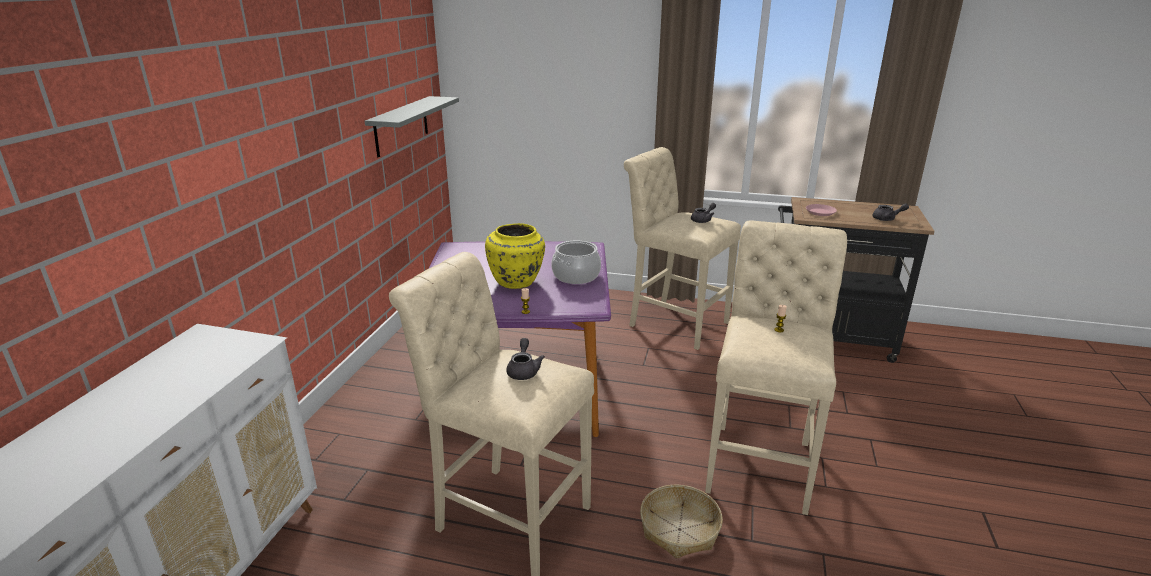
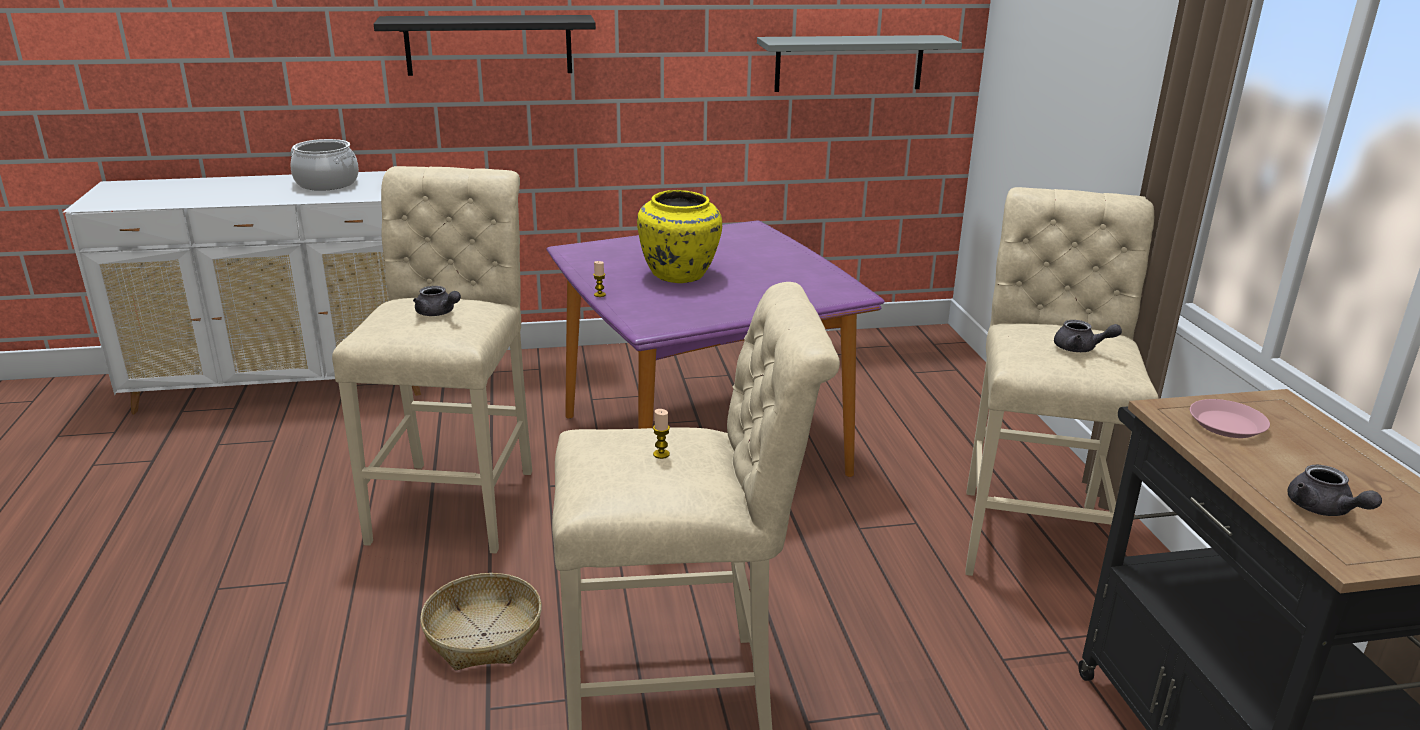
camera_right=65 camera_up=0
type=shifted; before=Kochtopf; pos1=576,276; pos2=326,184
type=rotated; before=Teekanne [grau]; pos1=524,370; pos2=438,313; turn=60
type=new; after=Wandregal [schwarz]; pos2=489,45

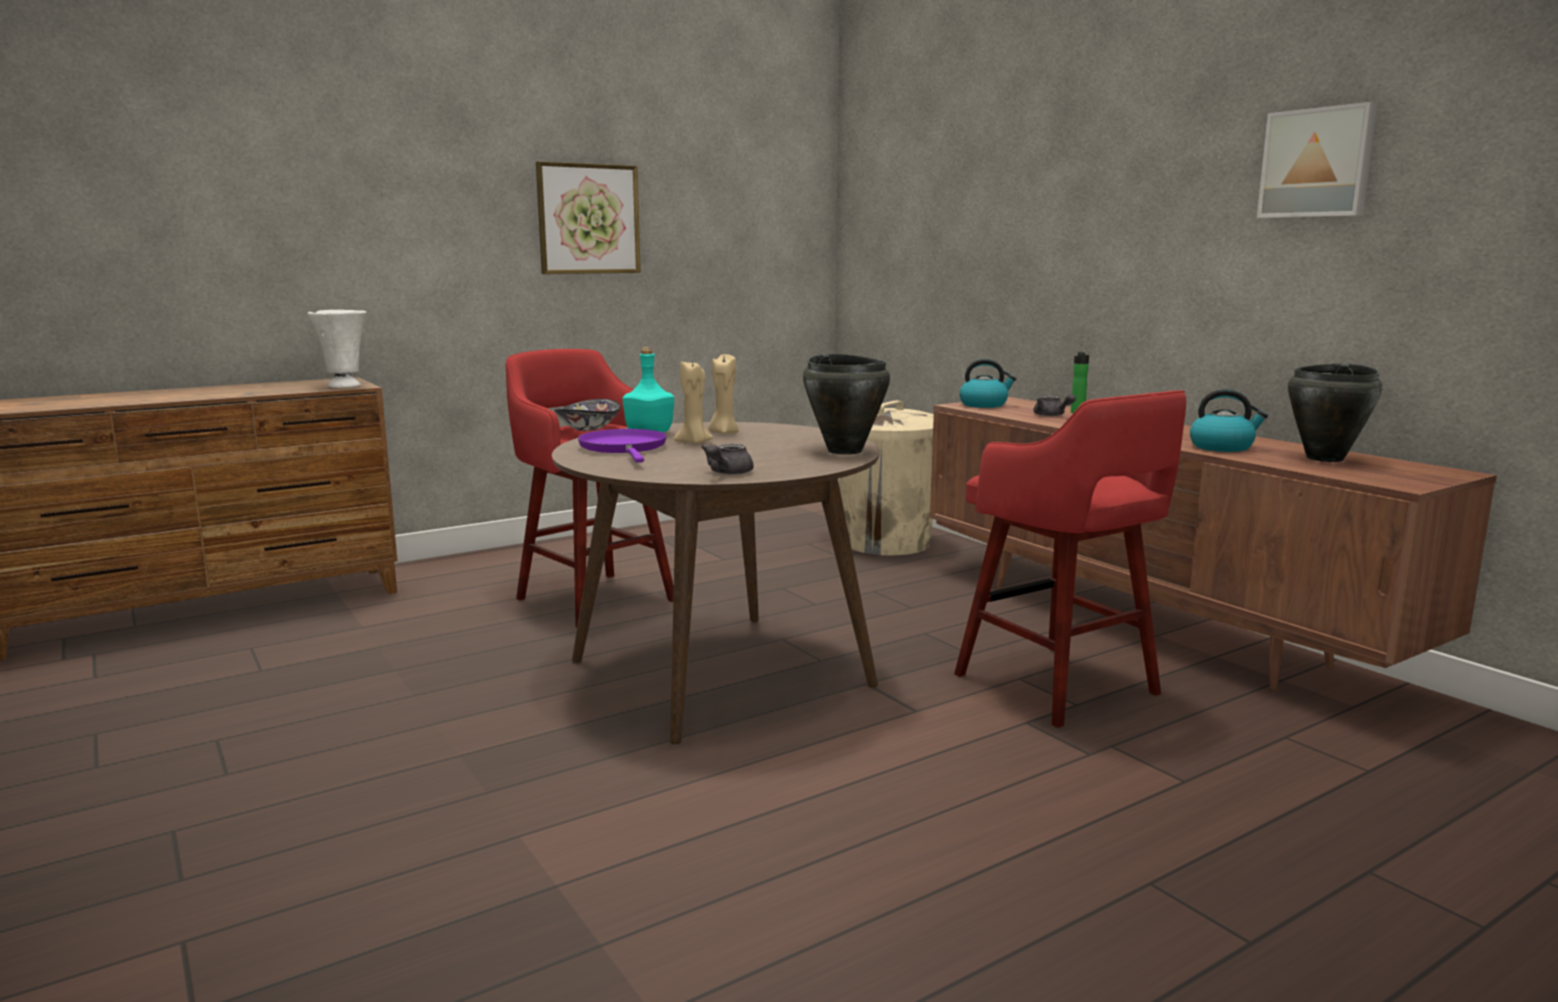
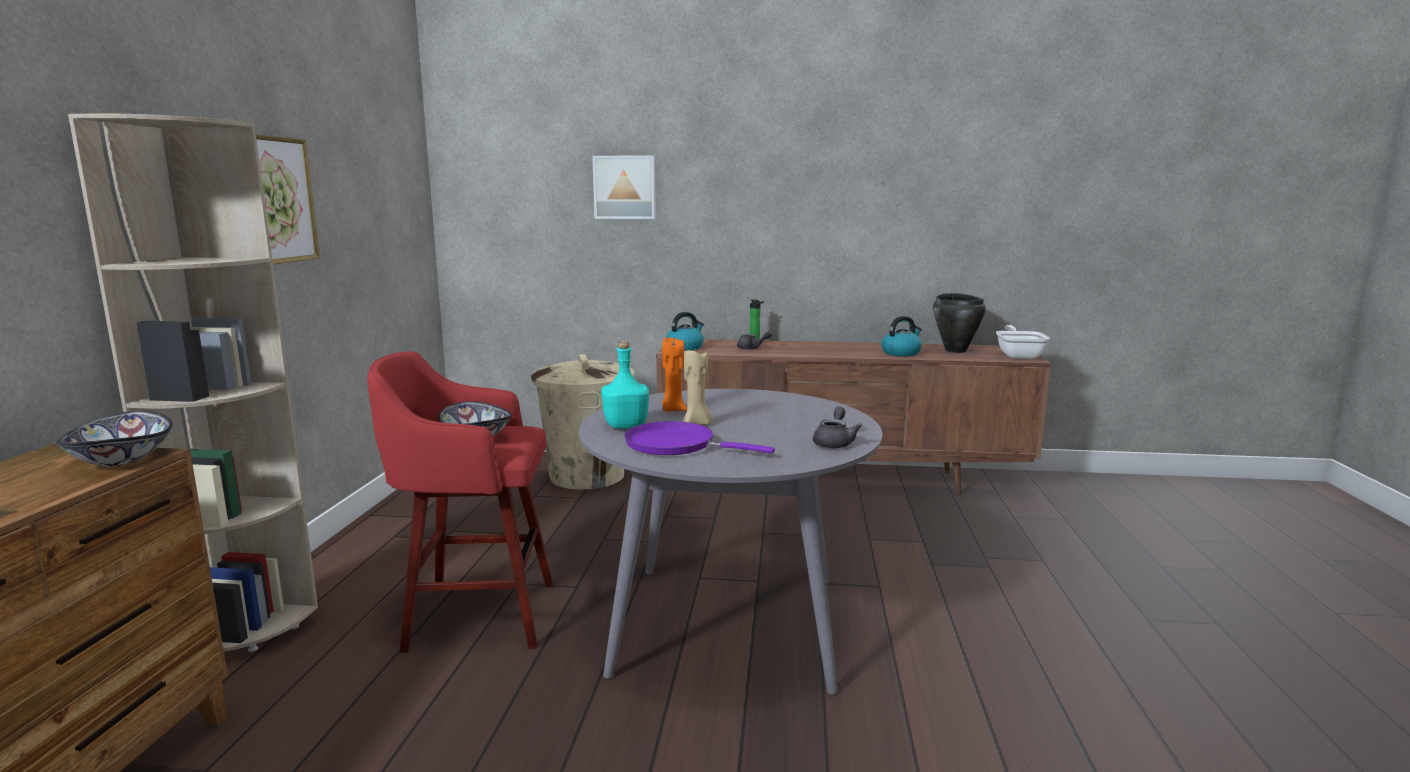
camera_right=-50 camera_up=0
type=shifted; before=Bild; pos1=1317,163; pos2=625,187
type=swapped; before=Vase [weiß]; after=Schüssel; pos1=344,386; pos2=120,460
type=repainted; before=Kerze [beige]; after=Kerze [orange]; pos1=723,432; pos2=673,410
type=gone; before=Kochtopf [schwarz]; pos1=845,451
type=gone; before=Hocker [rot]; pos1=1060,687
type=repainted; before=Esstisch [braun]; after=Esstisch [grau]; pos1=720,673; pos2=728,624
type=rotated; before=Teekanne [grau]; pos1=727,473; pos2=834,442; turn=-135
type=new; after=Bücherregal [beige]; pos2=247,638
type=new; after=Pfanne; pos2=1018,355

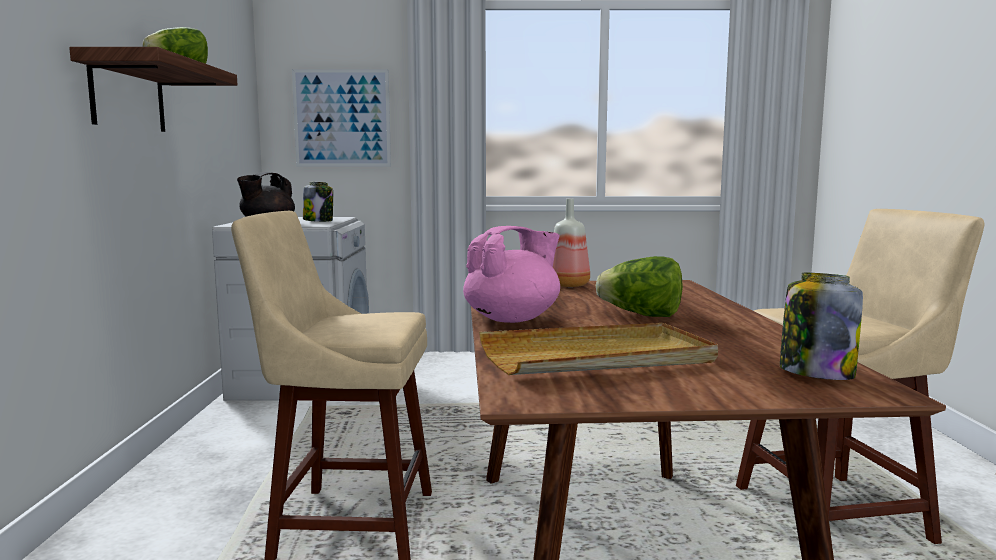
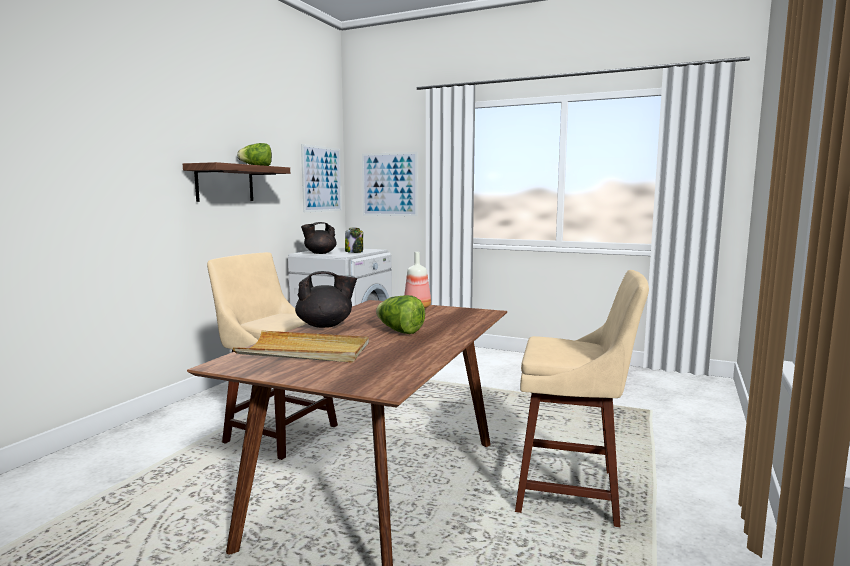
camera_right=25 camera_up=0
type=repainted; before=Teekanne [rosa]; after=Teekanne [schwarz]; pos1=513,319; pos2=326,325
type=gone; before=Vorratsglas; pos1=815,373
type=new; after=Bild; pos2=321,179

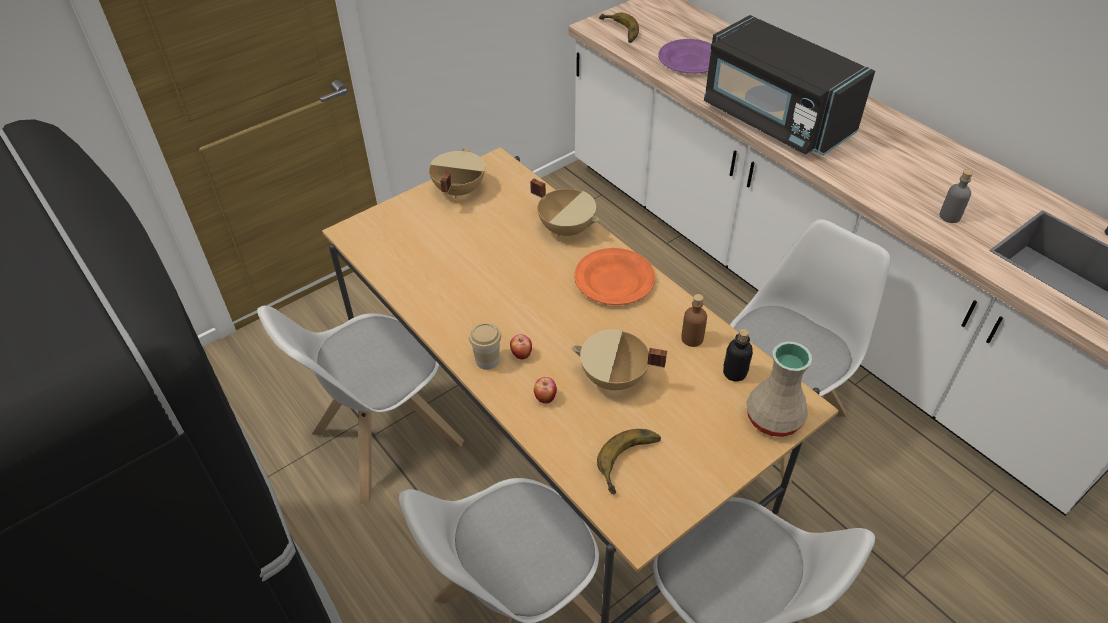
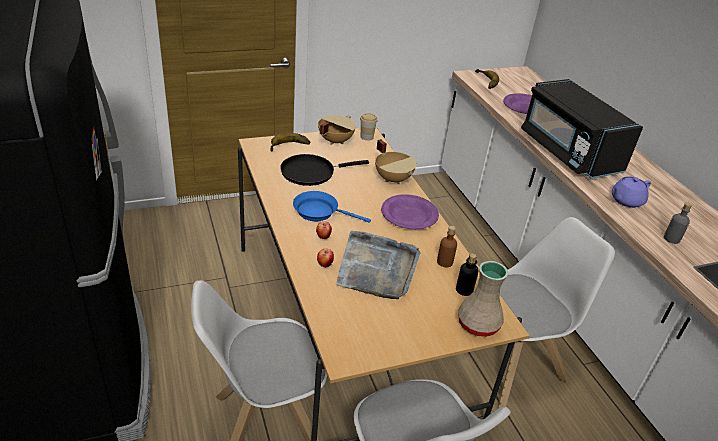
camera_right=15 camera_up=-10
type=repainted; before=Teller [orange]; after=Teller [lila]; pos1=614,280; pos2=409,215
type=gone; before=Stuhl; pos1=382,440
type=shifted; before=Tasse; pos1=487,360; pos2=367,137
type=swapped; before=Kochtopf [beige]; after=Tablett [grau]; pos1=614,379; pos2=377,268
type=shifted; before=Banane; pos1=632,463; pos2=290,147
type=new; after=Pfanne [schwarz]; pos2=311,172
type=new; after=Teekanne [lila]; pos2=626,201
type=new; after=Pfanne [blau]; pos2=319,212

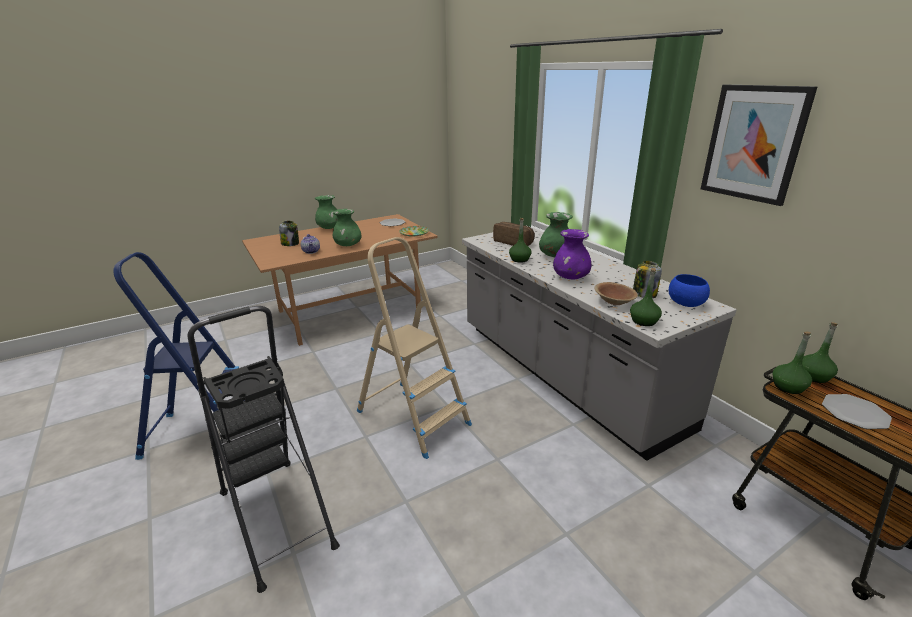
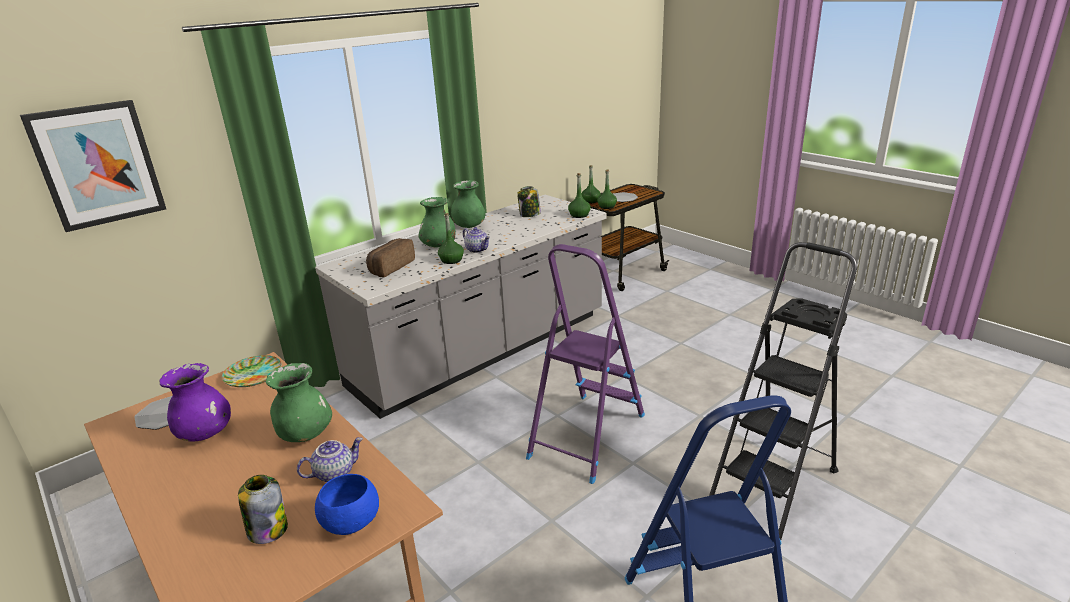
camera_right=-100 camera_up=0
type=shifted; before=Bild; pos1=753,143; pos2=98,165
type=shifted; before=Vase [grün]; pos1=329,228; pos2=469,226
type=shifted; before=Vase [lila]; pos1=570,277; pos2=206,433
type=repainted; before=Trittleiter [beige]; after=Trittleiter [lila]; pos1=413,418; pos2=588,434
type=shifted; before=Schüssel [blau]; pos1=686,304; pos2=352,521
type=gone; before=Schüssel [braun]; pos1=614,302
type=new; after=Teekanne; pos2=478,249

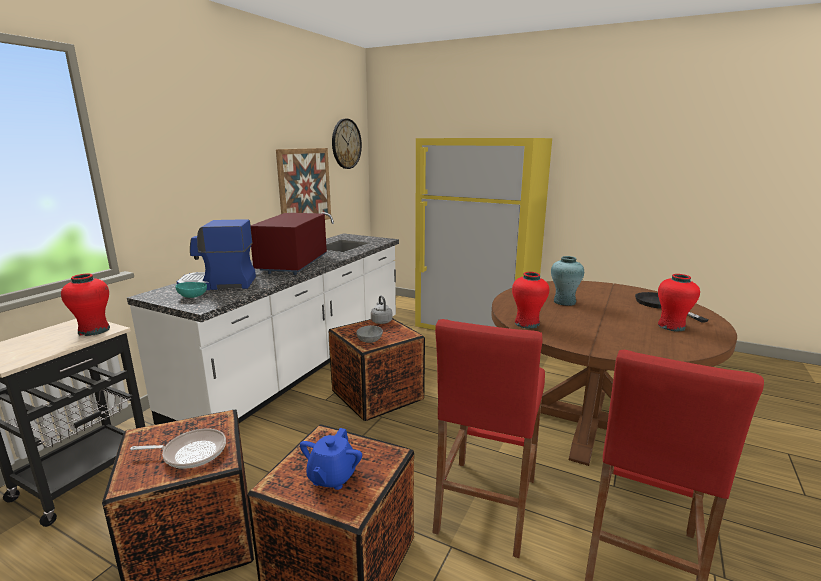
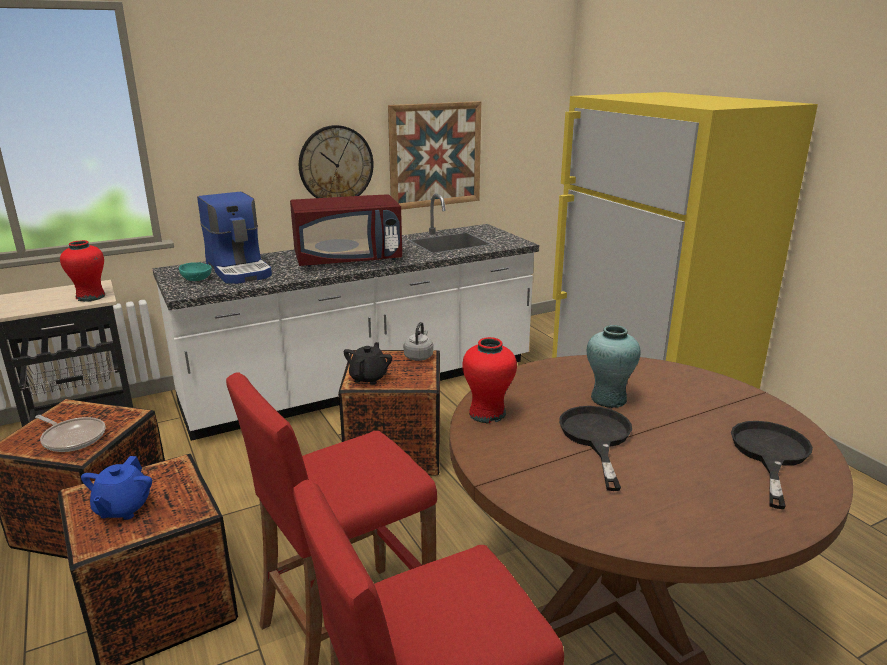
camera_right=35 camera_up=5
type=shifted; before=Wanduhr; pos1=346,144; pos2=336,165
type=rotated; before=Mikrowelle [rot]; pos1=293,264; pos2=348,259; turn=-150
type=rotated; before=Kaffeemaschine; pos1=218,284; pos2=240,270; turn=-150
type=gone; before=Vase [rot]; pos1=671,326
type=swapped; before=Schüssel [grau]; after=Teekanne [schwarz]; pos1=370,341; pos2=369,378
type=rotated; before=Teekanne [blau]; pos1=332,477; pos2=122,508; turn=-45
type=new; after=Pfanne [schwarz]; pos2=596,438

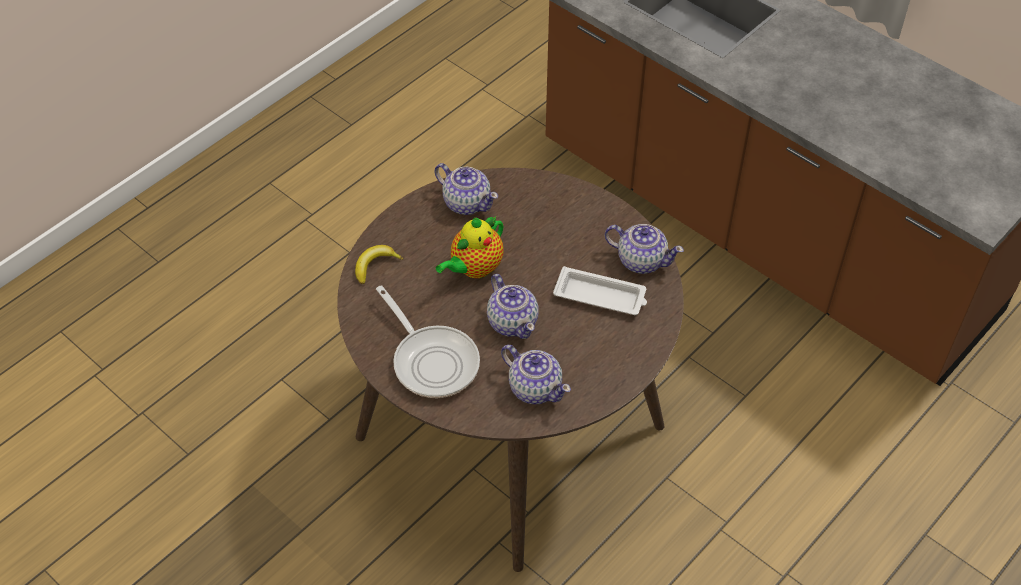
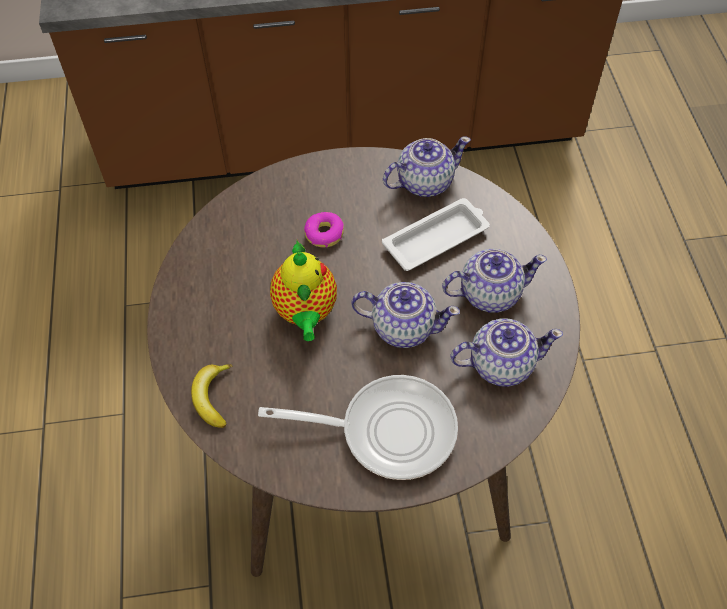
camera_right=-50 camera_up=5
type=shifted; before=Teekanne; pos1=466,202; pos2=489,293
type=new; after=Donut; pos2=324,234

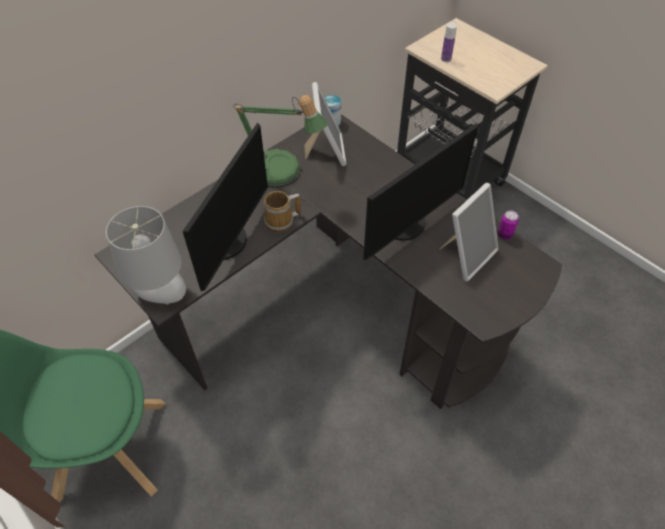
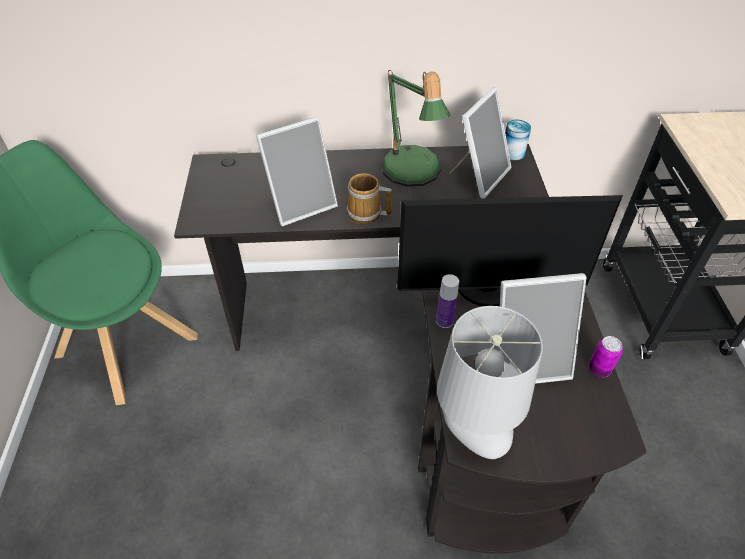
camera_right=40 camera_up=-5
type=shifted; before=Flasche; pos1=446,59; pos2=444,321
type=swapped; before=Monitor; after=Bilderrahmen; pos1=228,242; pos2=301,204
type=shifted; before=Tischlampe [grau]; pos1=162,295; pos2=473,432

